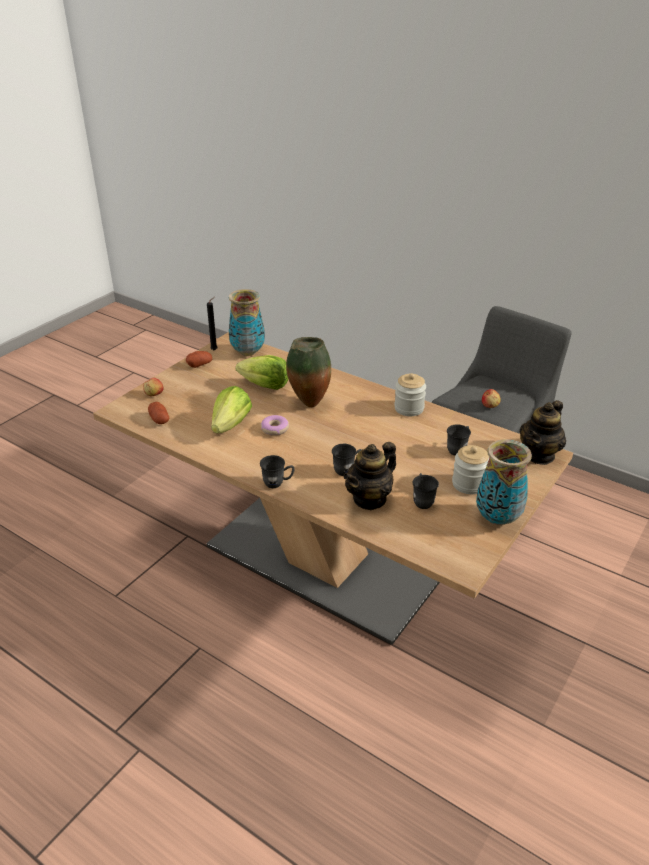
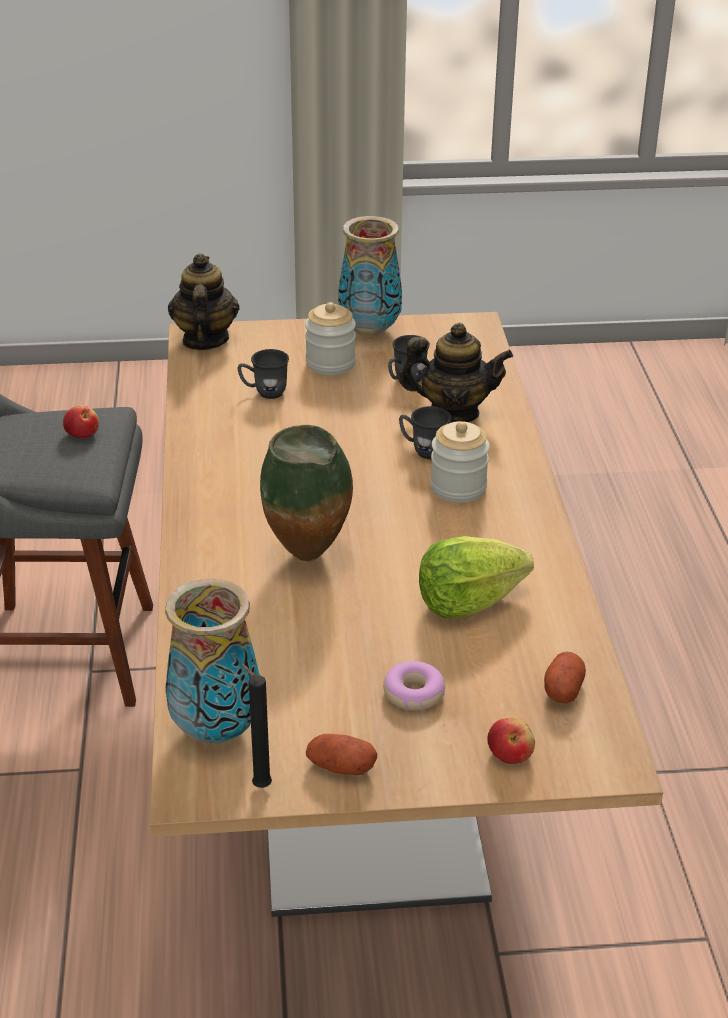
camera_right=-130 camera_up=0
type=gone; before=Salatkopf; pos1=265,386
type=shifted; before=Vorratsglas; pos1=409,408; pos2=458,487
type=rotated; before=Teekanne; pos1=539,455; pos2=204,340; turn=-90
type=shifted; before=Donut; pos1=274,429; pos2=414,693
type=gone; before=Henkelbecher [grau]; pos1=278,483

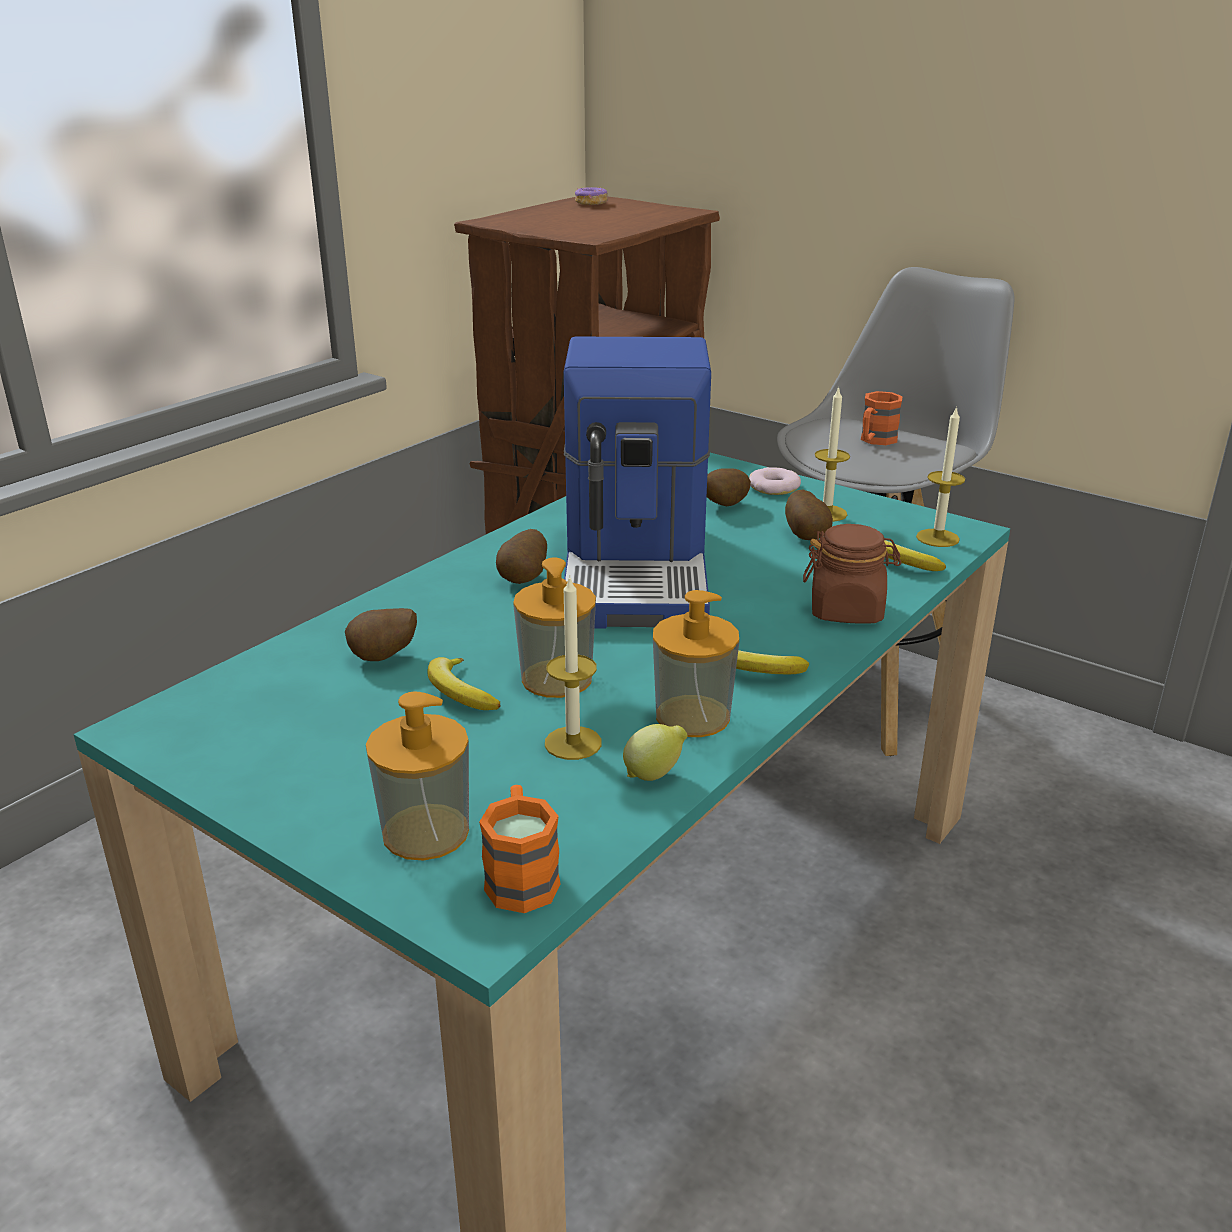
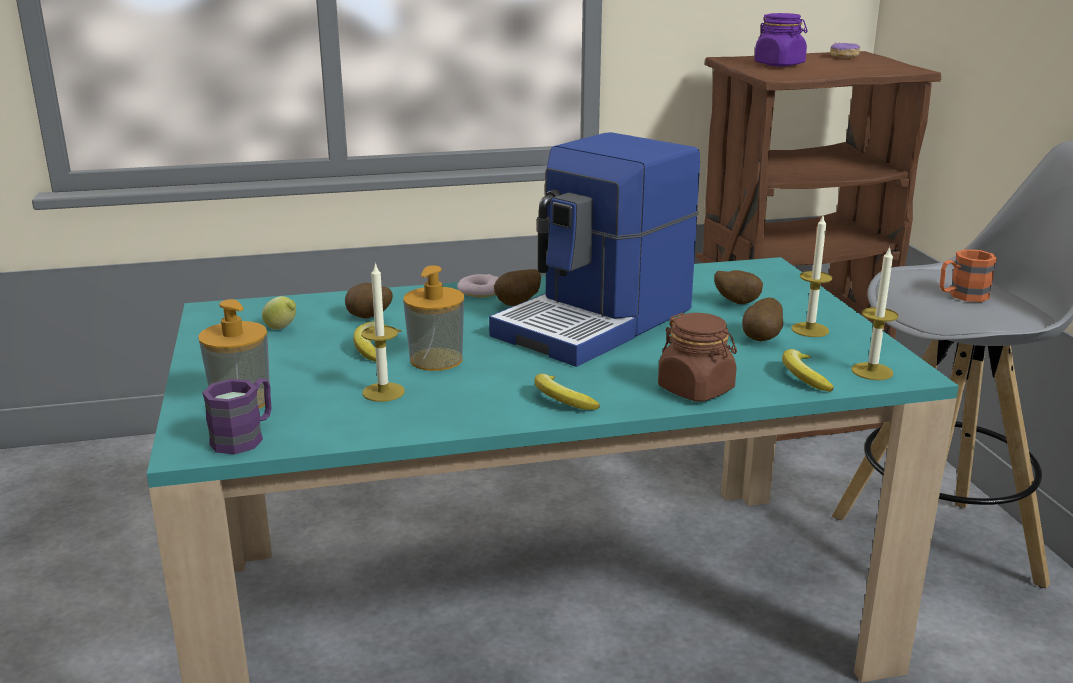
camera_right=40 camera_up=-5
type=shifted; before=Donut; pos1=774,487; pos2=480,291
type=gone; before=Seifenspender; pos1=692,716
type=shifted; before=Zitrone; pos1=654,774; pos2=282,328
type=repainted; before=Henkelbecher [orange]; after=Henkelbecher [lila]; pos1=521,875; pos2=245,437
type=new; after=Vorratsglas [lila]; pos2=779,64

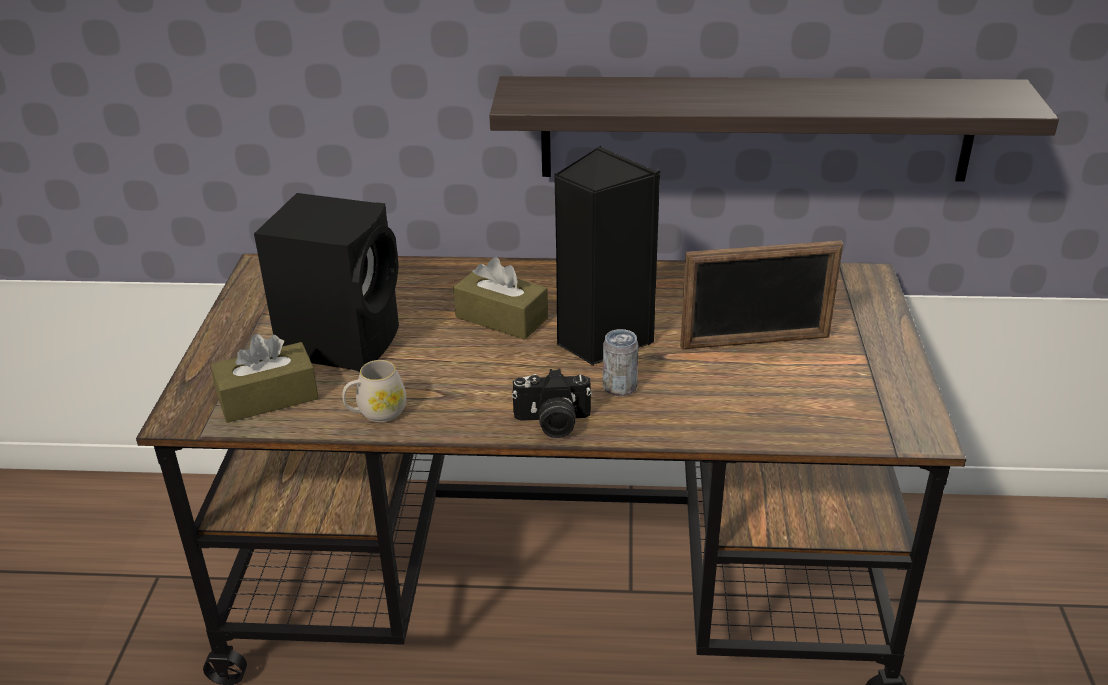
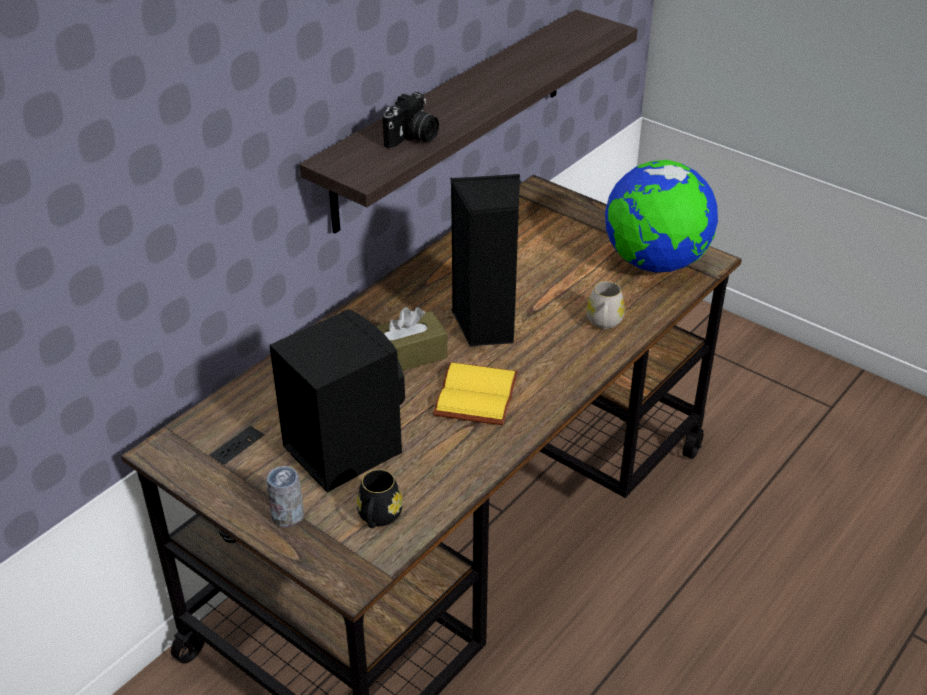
camera_right=-55 camera_up=5
type=gone; before=Bilderrahmen; pos1=755,342
type=shifted; before=Dose; pos1=619,387; pos2=288,516
type=swapped; before=Taschentuchbox [braun]; after=Henkelbecher [schwarz]; pos1=268,397; pos2=378,518
type=shifted; before=Henkelbecher [weiß]; pos1=376,413; pos2=604,323
type=shifted; before=Kamera; pos1=552,423; pos2=413,138
type=new; after=Globus; pos2=654,263
type=new; after=Buch [gelb]; pos2=473,394

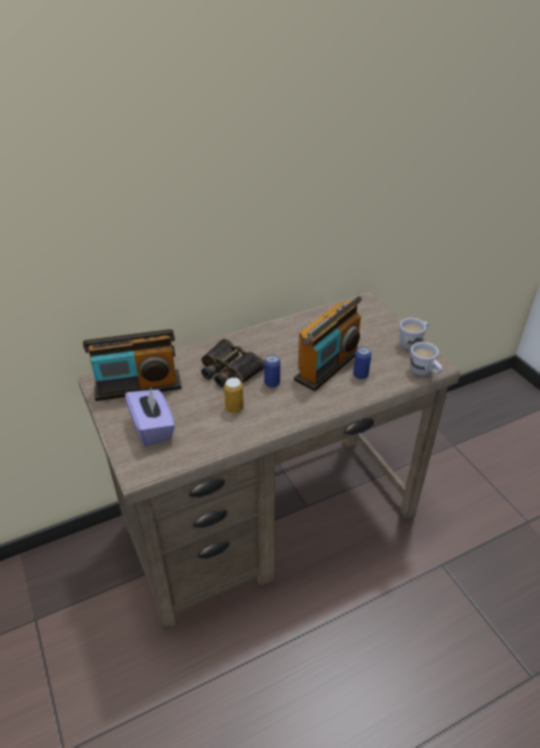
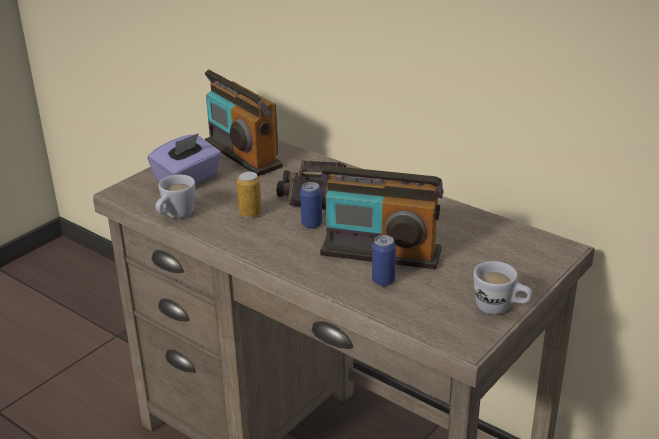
camera_right=65 camera_up=-10
type=shifted; before=Henkelbecher [weiß]; pos1=424,373; pos2=175,216

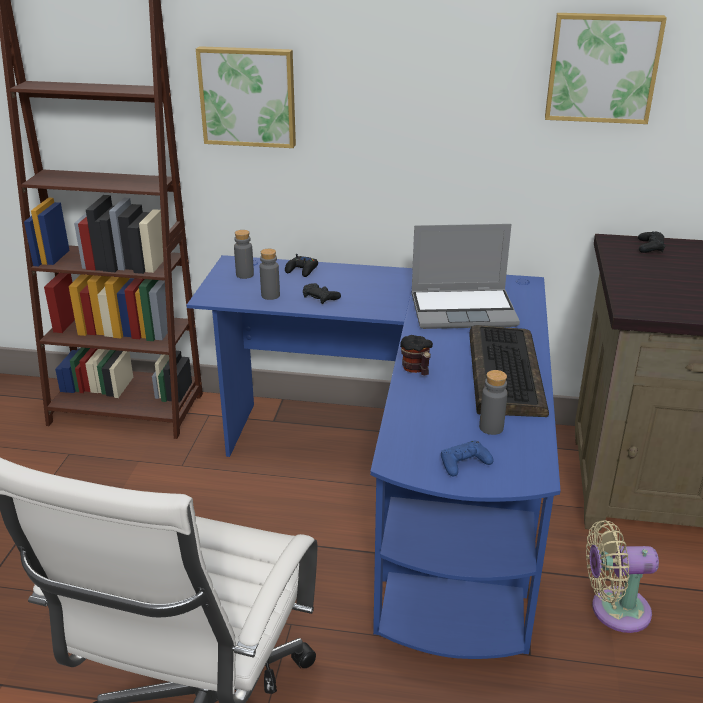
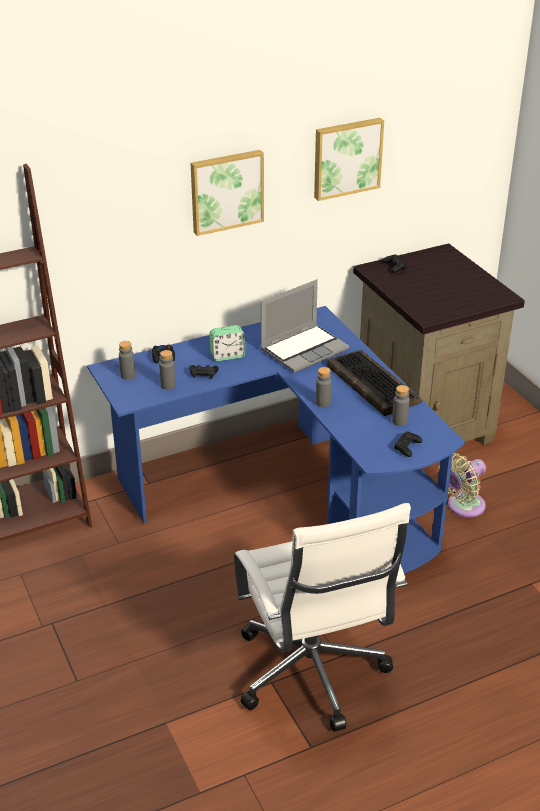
camera_right=-35 camera_up=5
type=shifted; before=Bild; pos1=248,96; pos2=226,191
type=swapped; before=Henkelbecher; after=Flasche [grau]; pos1=416,370; pos2=323,402
type=repainted; before=Gamepad [blau]; after=Gamepad [schwarz]; pos1=464,463; pos2=407,447
type=new; after=Wecker; pos2=227,355

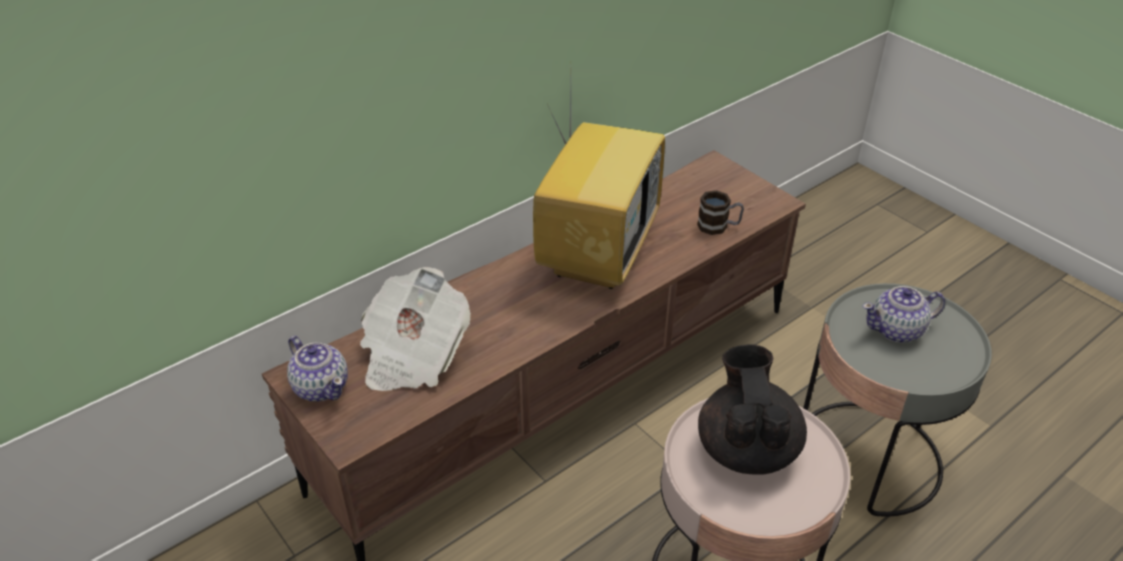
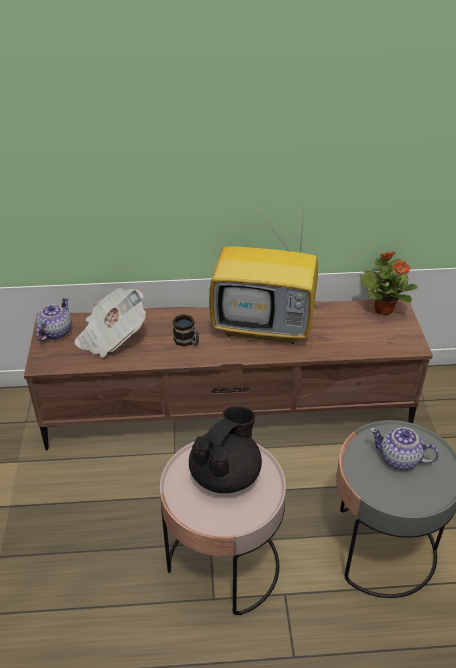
camera_right=35 camera_up=0
type=rotated; before=Fernseher; pos1=597,250; pos2=265,326; turn=45
type=shifted; before=Henkelbecher; pos1=719,226; pos2=187,341
type=rotated; before=Teekanne; pos1=321,386; pos2=55,332; turn=-150
type=new; after=Topfpflanze; pos2=383,309

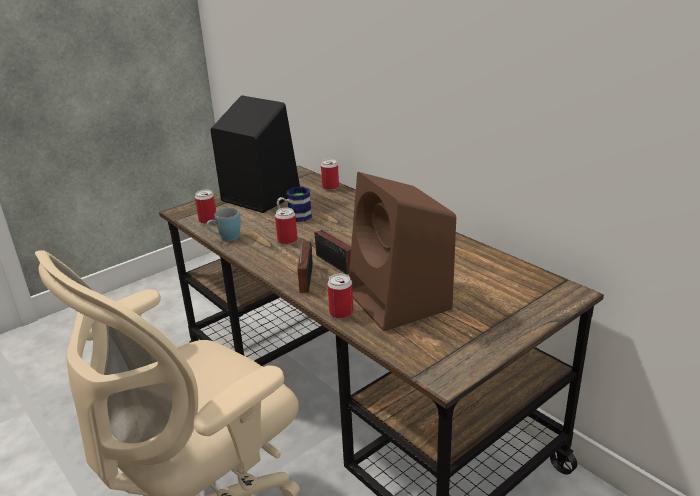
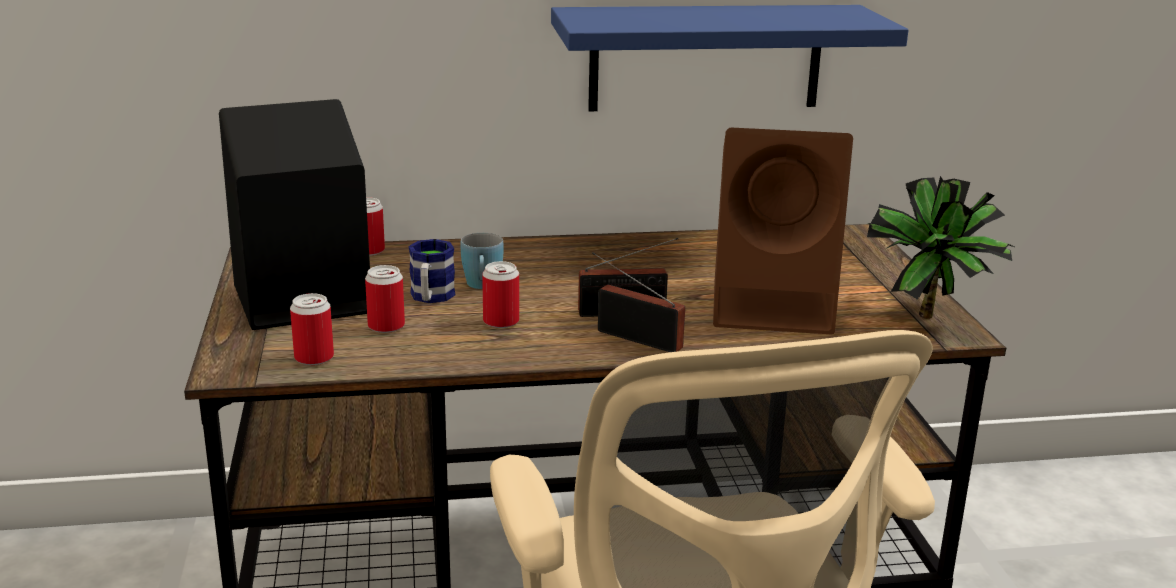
camera_right=-60 camera_up=-5
type=shifted; before=Henkelbecher [blau]; pos1=226,238; pos2=482,286
type=shifted; before=Dose; pos1=341,312; pos2=386,326
type=new; after=Wandregal [blau]; pos2=705,57
type=new; after=Topfpflanze; pos2=932,320

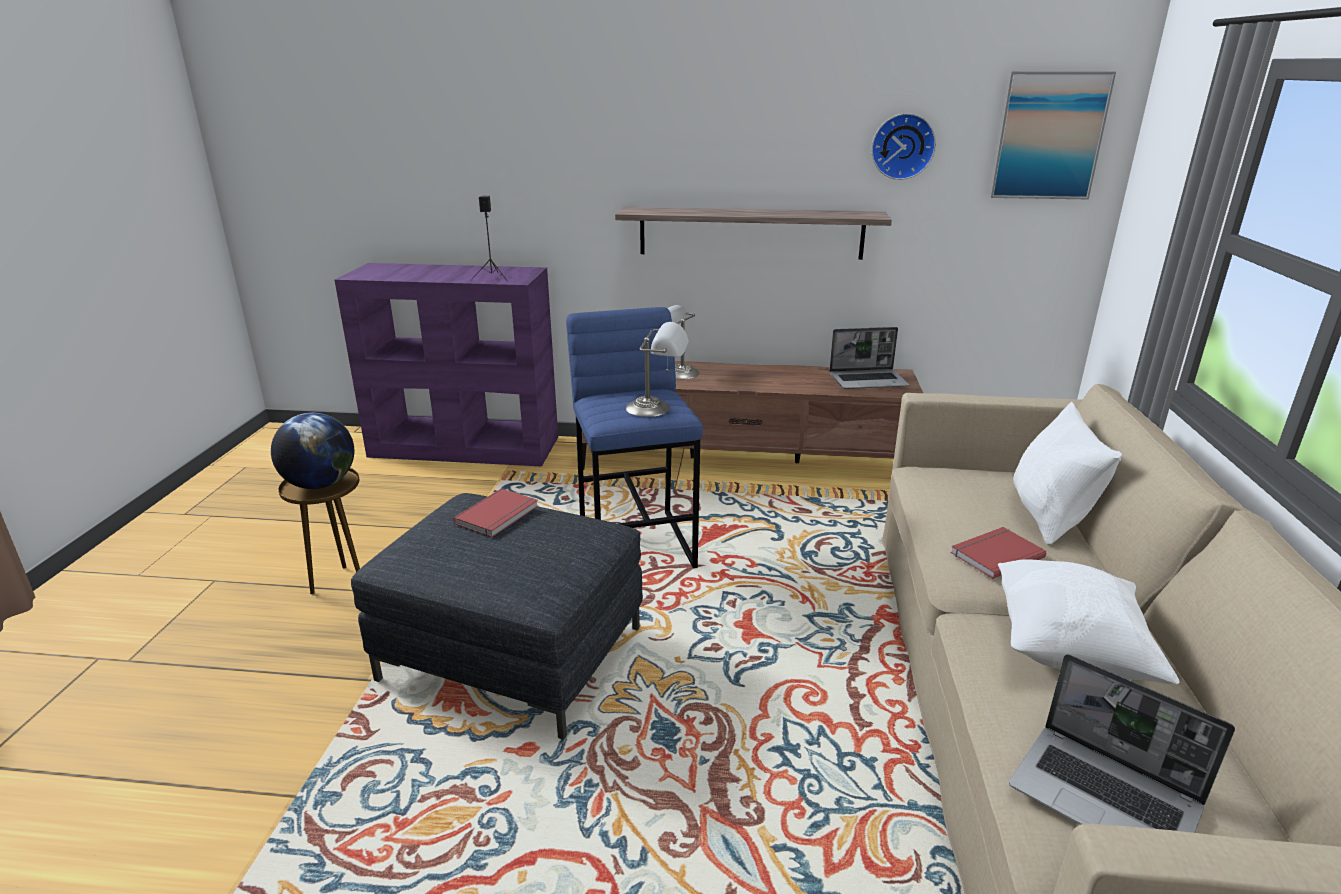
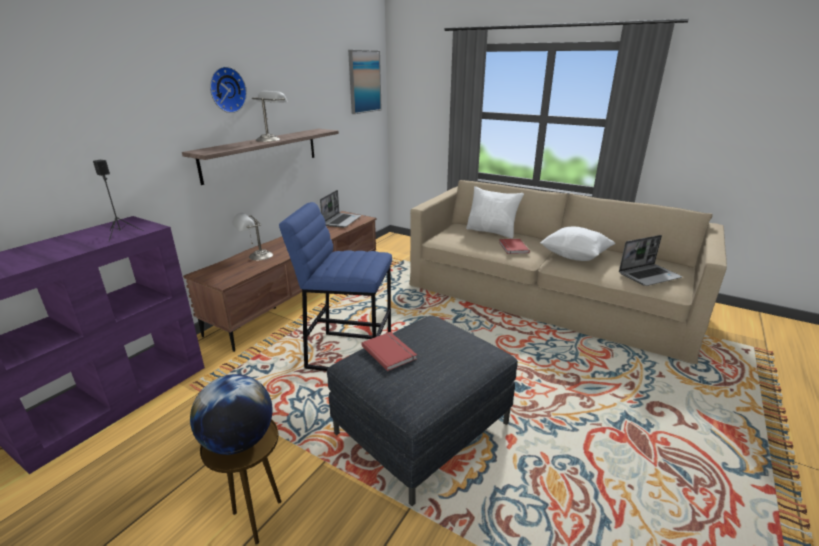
camera_right=-65 camera_up=0
type=shifted; before=Wanduhr; pos1=902,146; pos2=226,90
type=shifted; before=Tischlampe [weiß]; pos1=657,408; pos2=271,139

